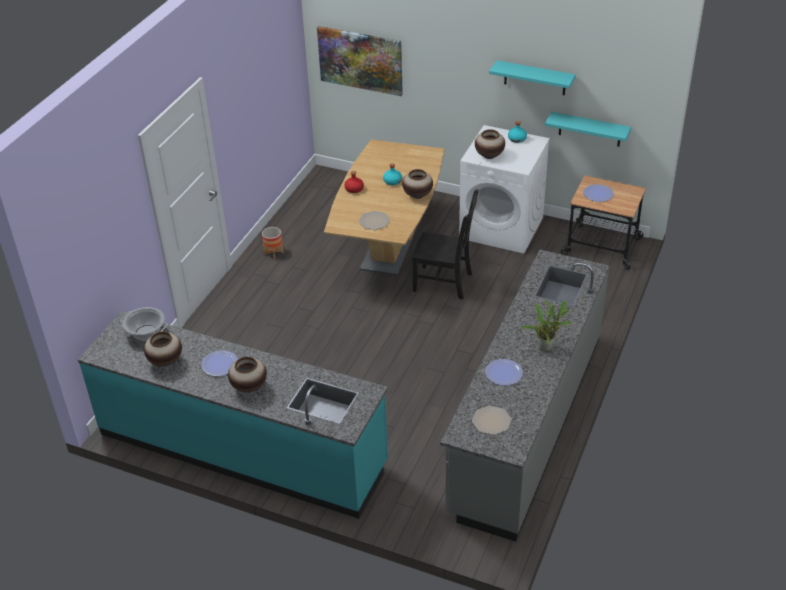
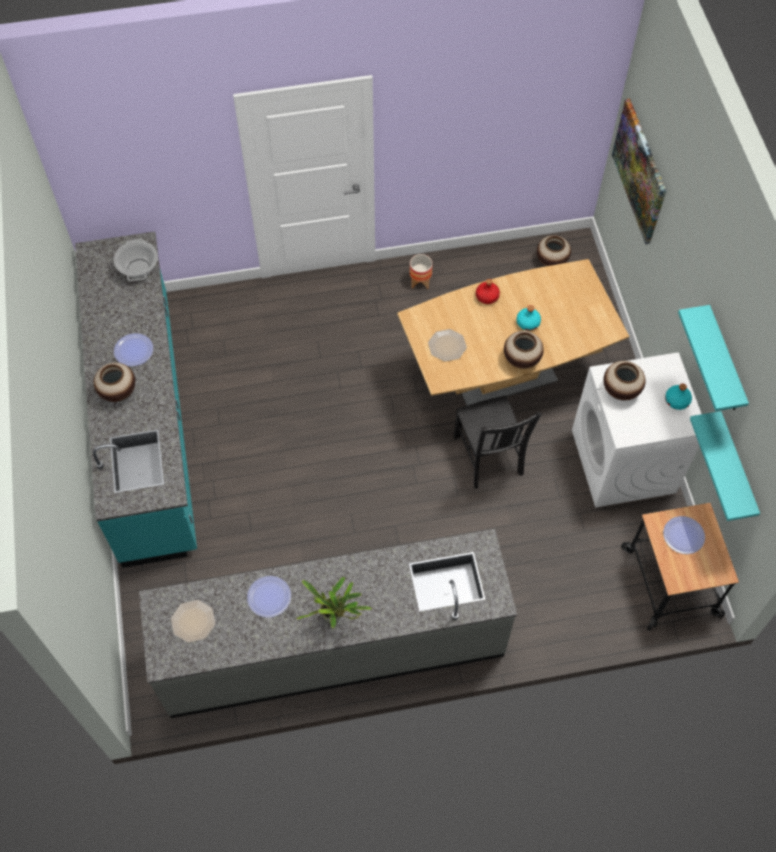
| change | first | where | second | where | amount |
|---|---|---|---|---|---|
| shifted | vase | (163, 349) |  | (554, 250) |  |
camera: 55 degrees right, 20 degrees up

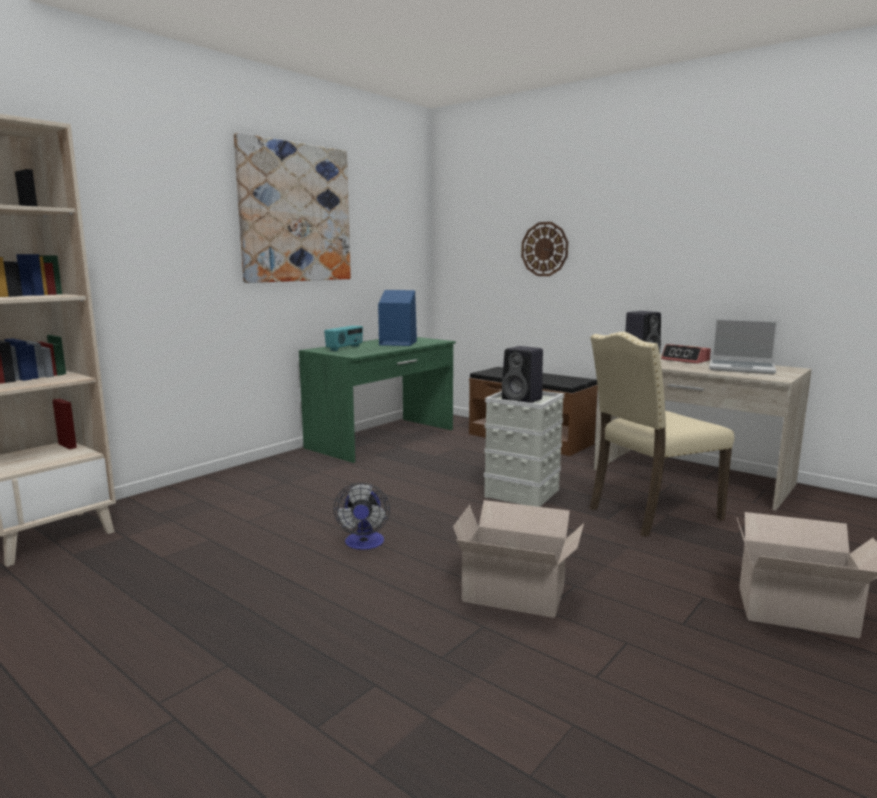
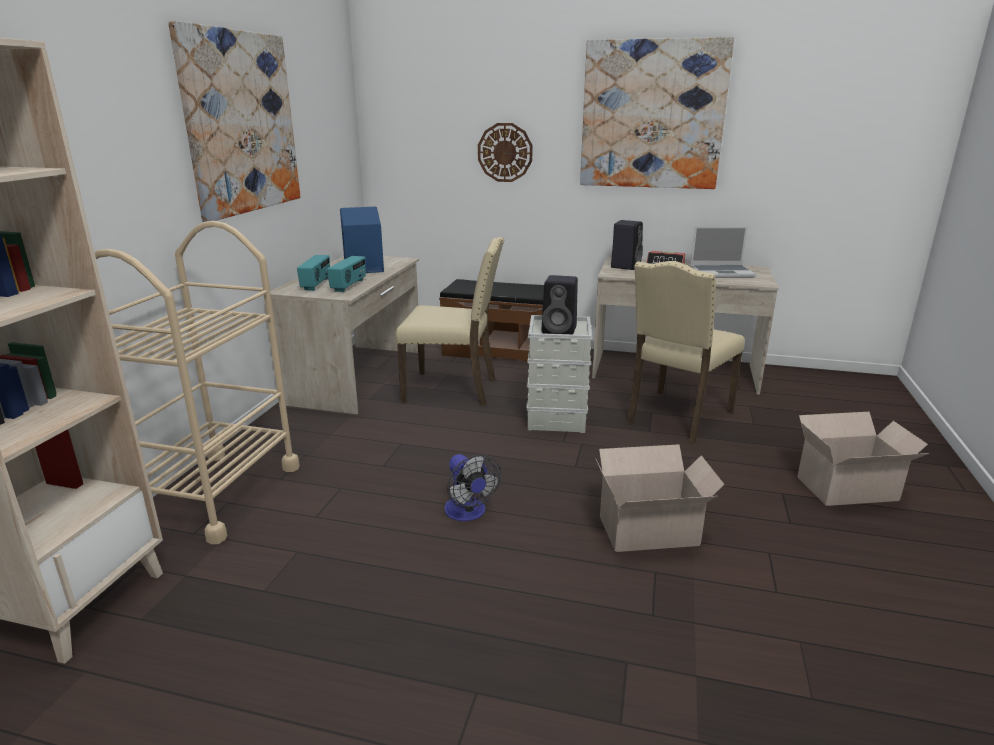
| change | first | where | second | where | amount |
|---|---|---|---|---|---|
| repainted | desk table (green-coloured) | (377, 400) | desk table (beige-coloured) | (344, 335) |  |
| new |  |  | wheeled cart (beige-coloured) | (197, 382) |  |
| new |  |  | radio | (346, 274) |  |
| new |  |  | upright chair (beige-coloured) | (449, 321) |  |
| new |  |  | wall picture | (657, 113) |  |
camera: 25 degrees left, 10 degrees up

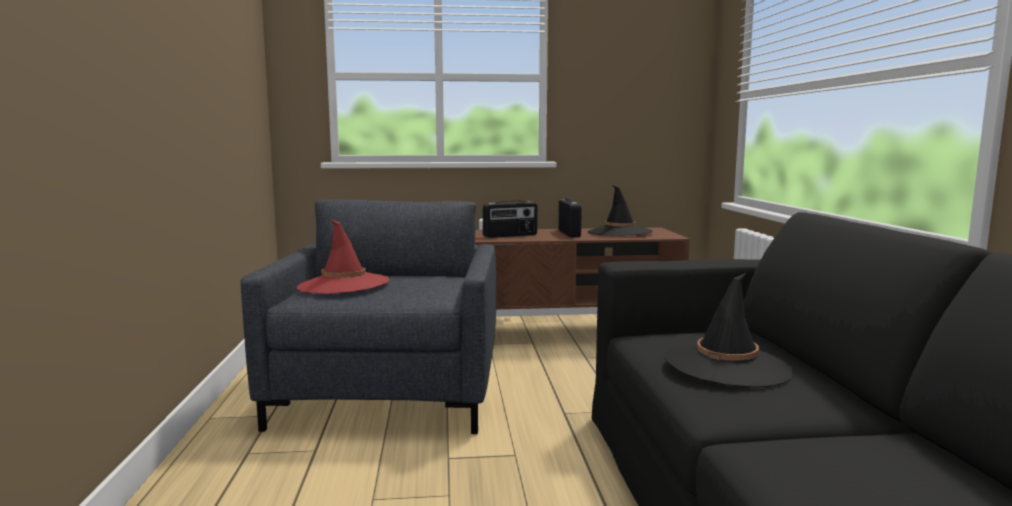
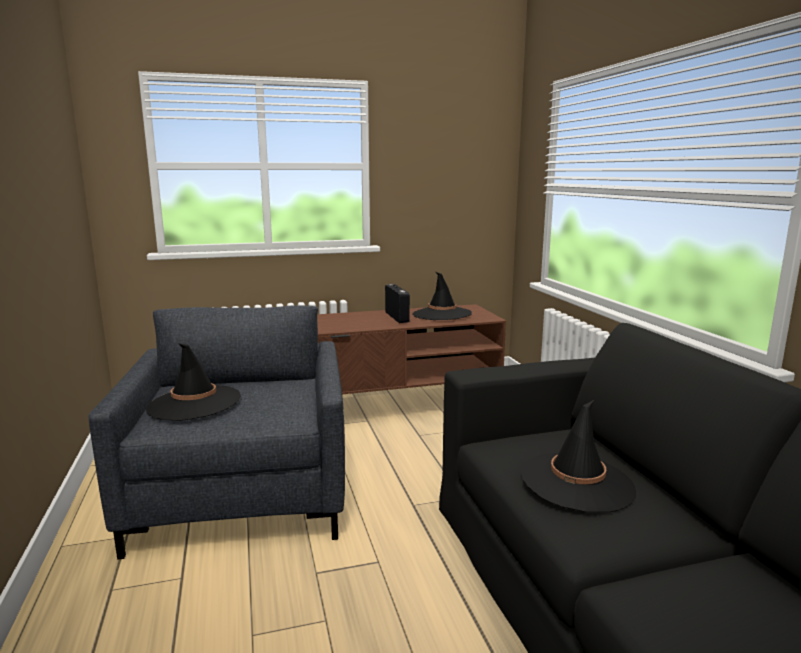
| change | first | where | second | where | amount |
|---|---|---|---|---|---|
| repainted | wearable hat (red) | (343, 257) | wearable hat (blackish) | (193, 382) |  |
| gone | radio | (510, 219) |  |  |  |
camera: 10 degrees left, 5 degrees up

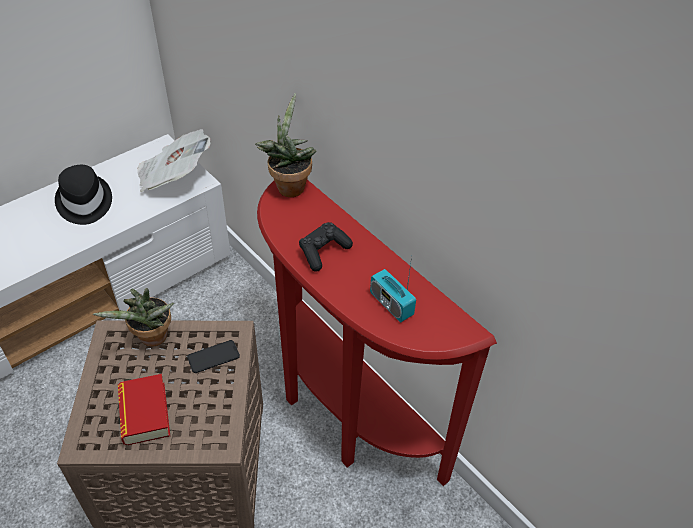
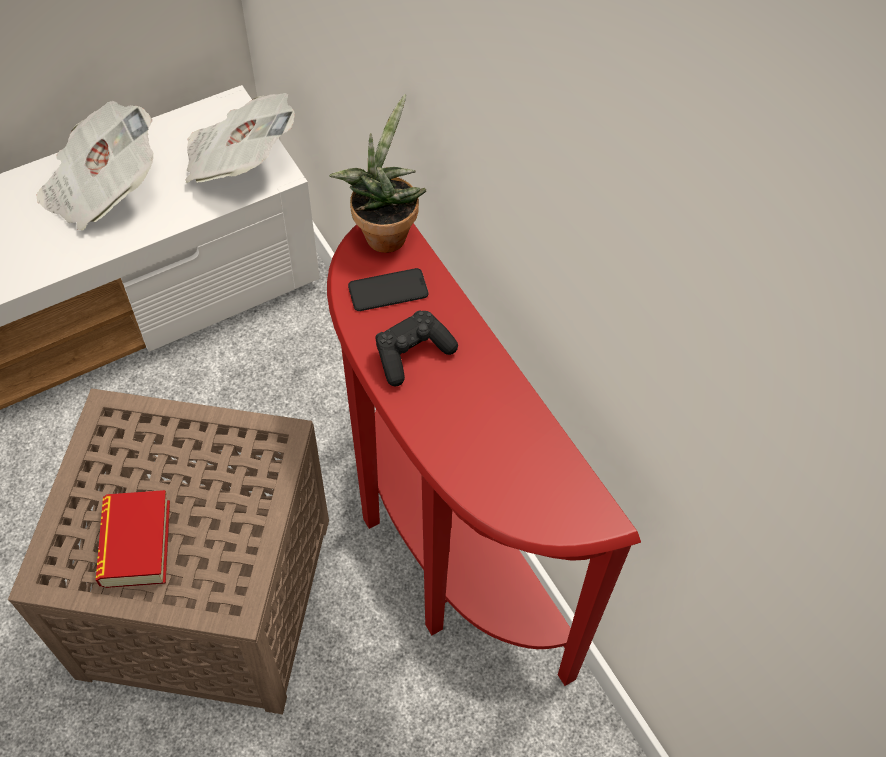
| change | first | where | second | where | amount |
|---|---|---|---|---|---|
| swapped | wearable hat (blackish) | (83, 195) | daily paper | (95, 166) |  |
| gone | houseplant | (133, 317) |  |  |  |
| shifted | handset | (213, 356) |  | (388, 289) |  |
| gone | radio | (393, 289) |  |  |  |
camera: 10 degrees right, 10 degrees up

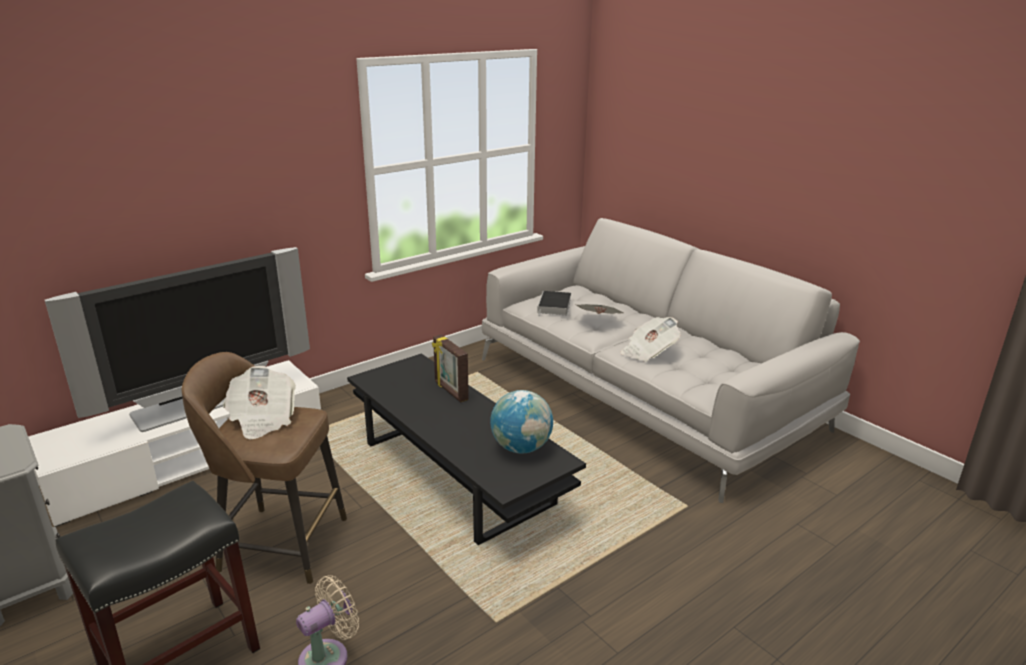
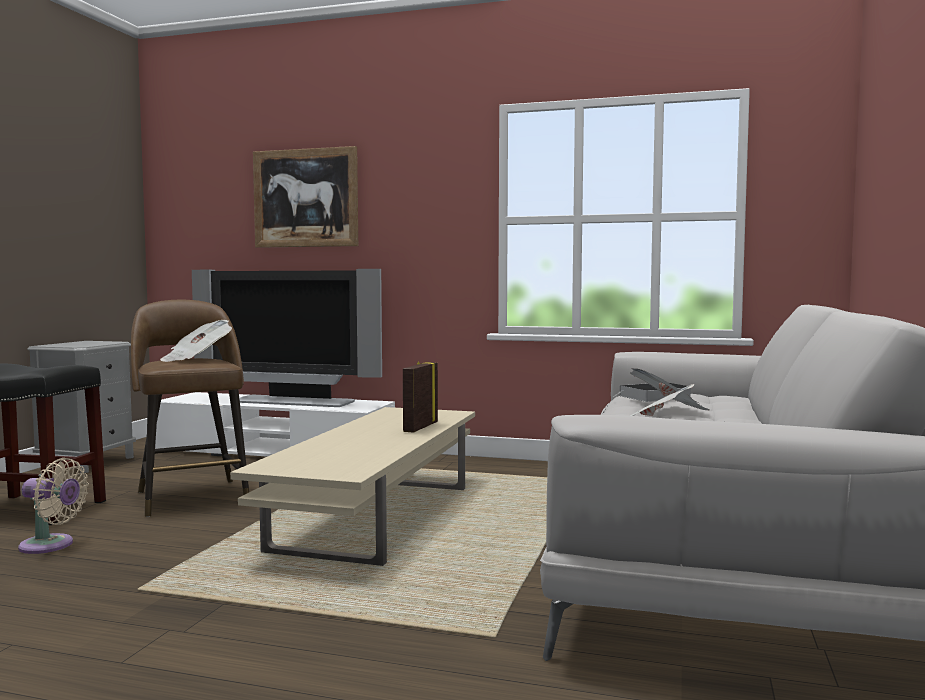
| change | first | where | second | where | amount |
|---|---|---|---|---|---|
| repainted | coffee table (blackish) | (466, 449) | coffee table (beige-coloured) | (352, 486) |  |
| gone | world globe | (521, 421) |  |  |  |
| new |  |  | wall picture | (305, 197) |  |
camera: 55 degrees right, 20 degrees down

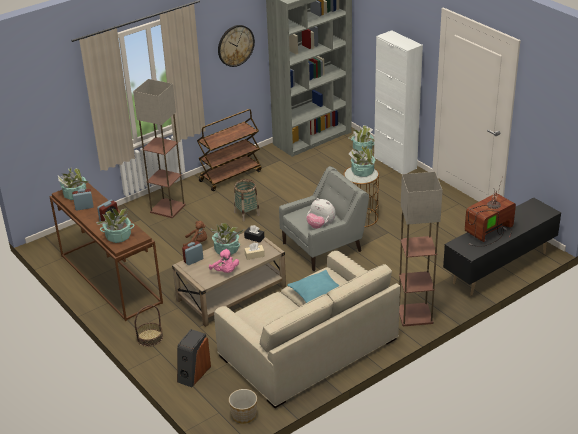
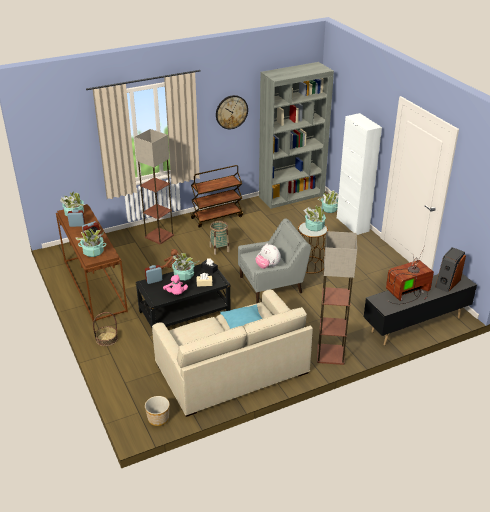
| change | first | where | second | where | amount |
|---|---|---|---|---|---|
| repainted | coffee table (beige-coloured) | (229, 280) | coffee table (blackish) | (183, 299) |  |
| shifted | loudspeaker | (194, 358) |  | (450, 269) |  |
camera: 10 degrees right, 0 degrees up

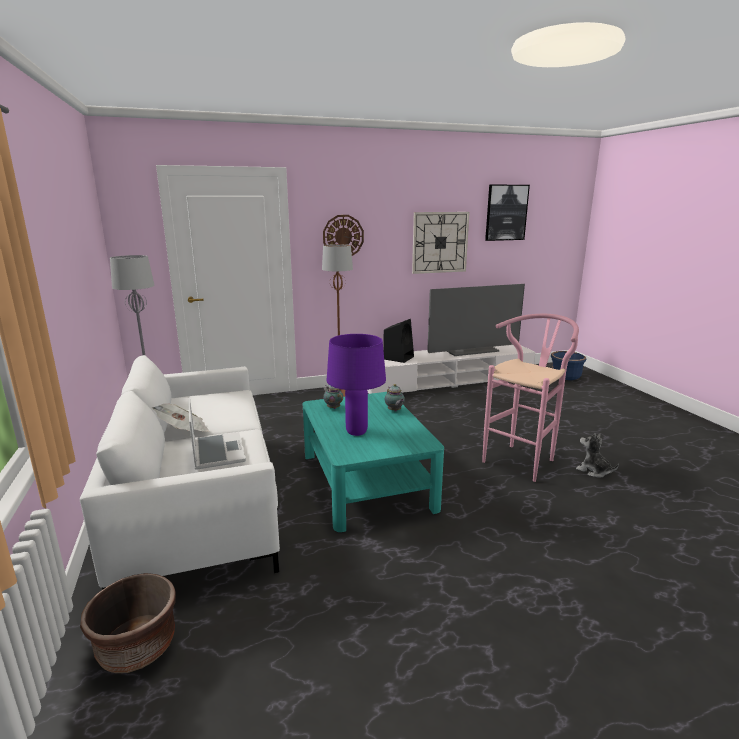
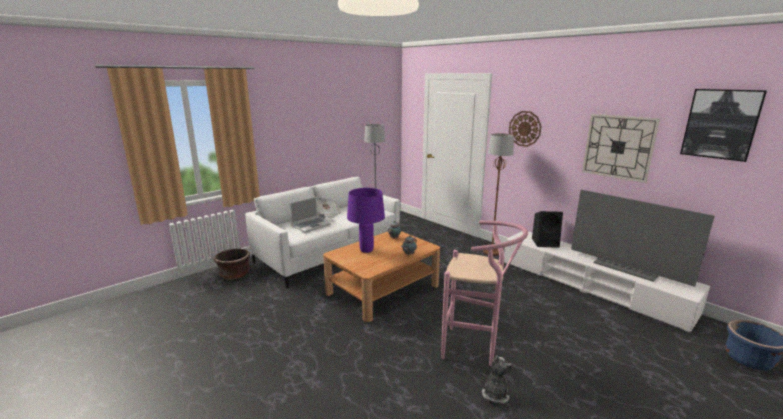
| change | first | where | second | where | amount |
|---|---|---|---|---|---|
| repainted | coffee table (blue-green) | (373, 462) | coffee table (brownish) | (381, 276) |  |
camera: 65 degrees right, 0 degrees up

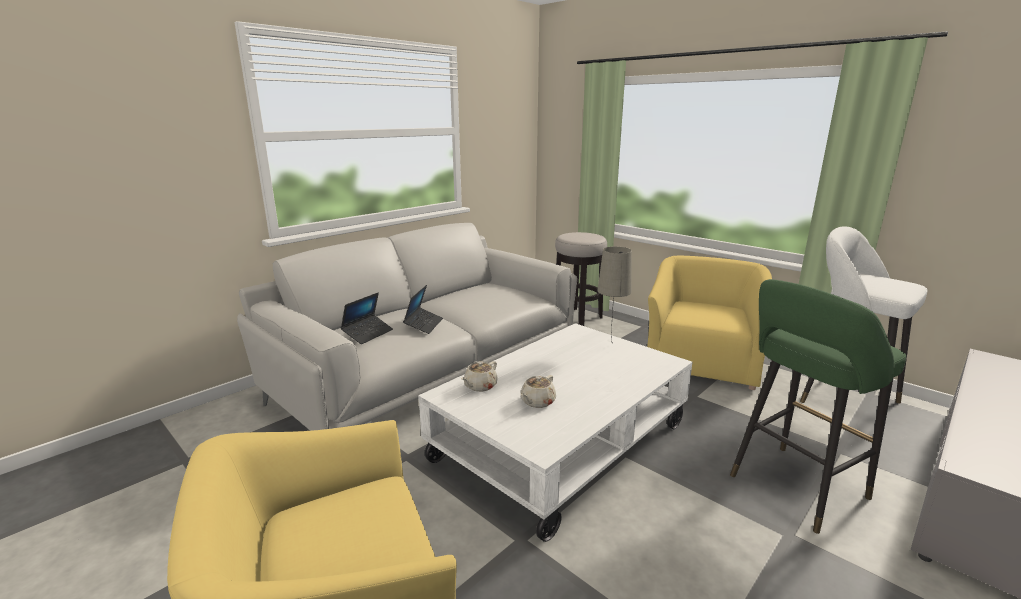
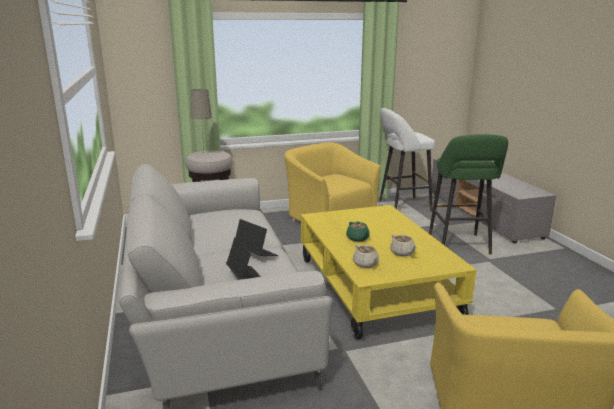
| change | first | where | second | where | amount |
|---|---|---|---|---|---|
| repainted | coffee table (white) | (555, 432) | coffee table (yellow) | (389, 272) |  |
| shifted | table lamp (beige-coloured) | (614, 295) |  | (201, 121) |  |
| new |  |  | tea pot (green-coloured) | (358, 231) |  |
camera: 60 degrees left, 0 degrees up

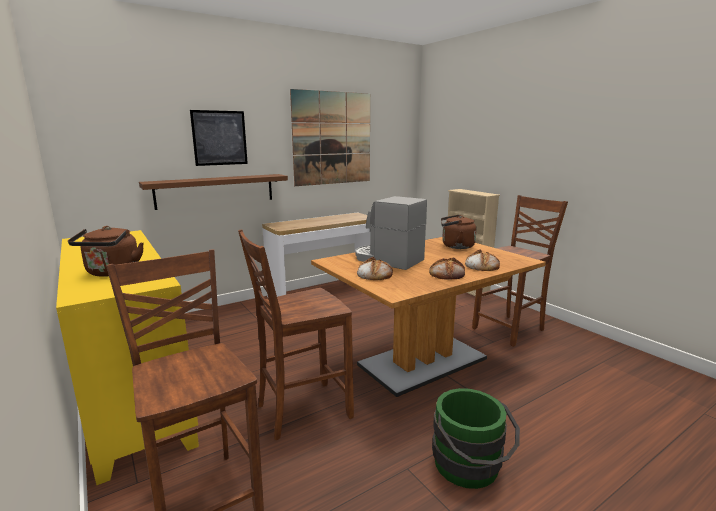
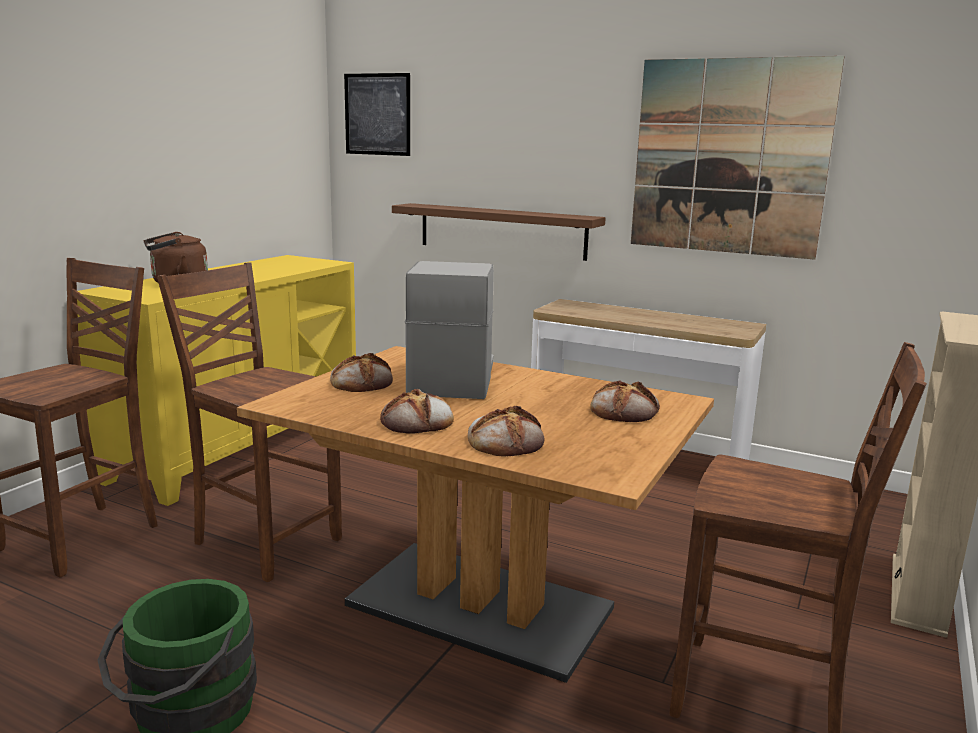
| change | first | where | second | where | amount |
|---|---|---|---|---|---|
| shifted | wall picture | (219, 138) |  | (377, 114) |  |
| swapped | kettle (brownish) | (459, 232) | bread | (625, 401) |  |
camera: 60 degrees right, 0 degrees up

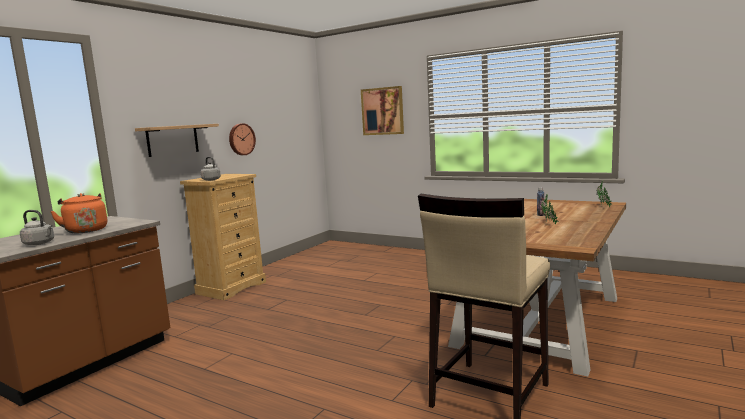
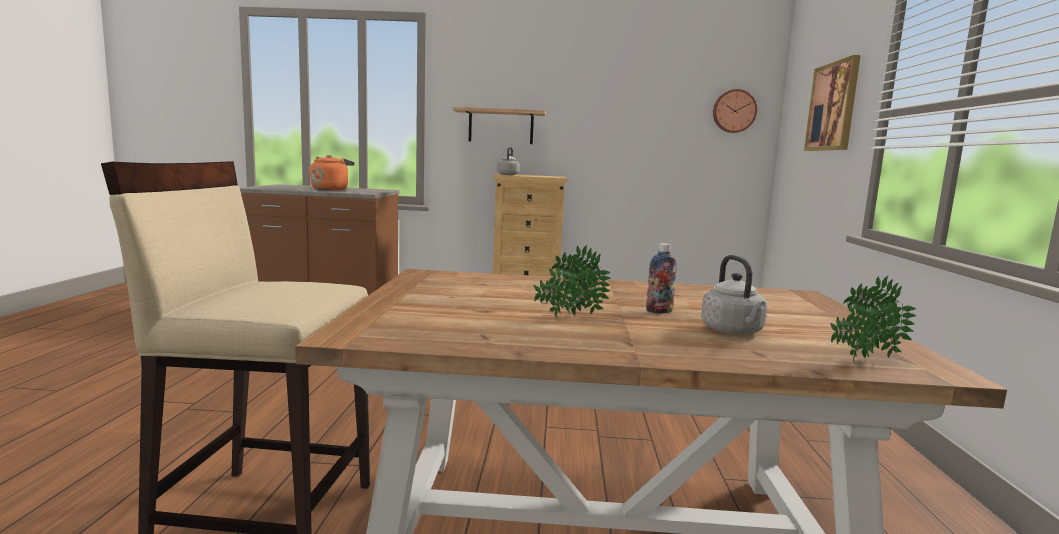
| change | first | where | second | where | amount |
|---|---|---|---|---|---|
| shifted | kettle (gray) | (37, 227) |  | (734, 295) |  |
| shifted | wall clock | (242, 139) |  | (735, 111) |  |
camera: 60 degrees right, 0 degrees up

